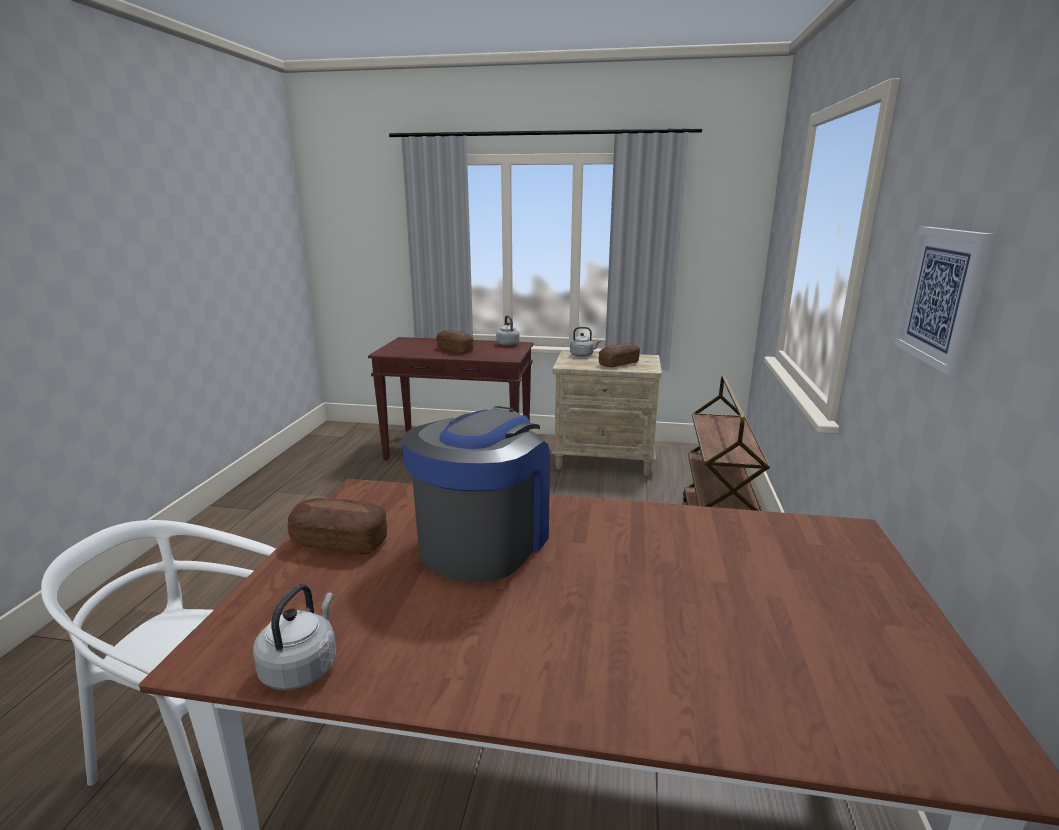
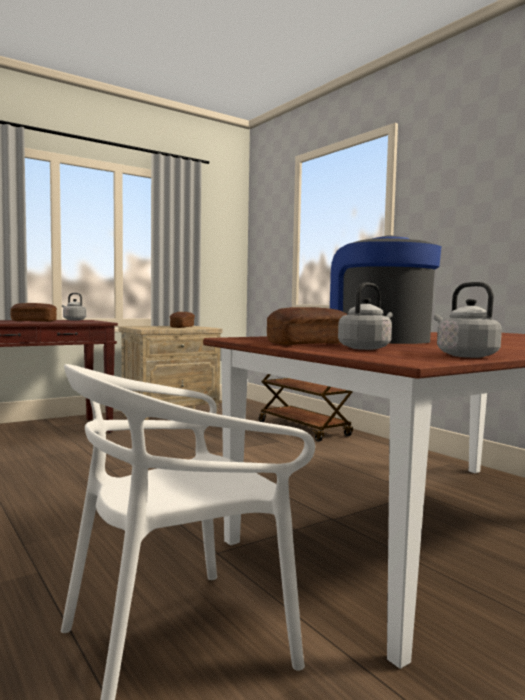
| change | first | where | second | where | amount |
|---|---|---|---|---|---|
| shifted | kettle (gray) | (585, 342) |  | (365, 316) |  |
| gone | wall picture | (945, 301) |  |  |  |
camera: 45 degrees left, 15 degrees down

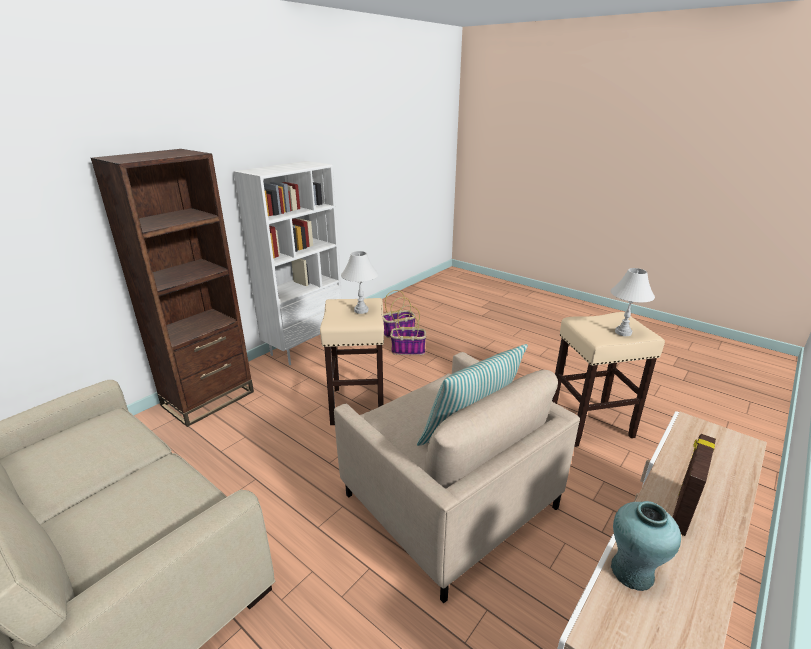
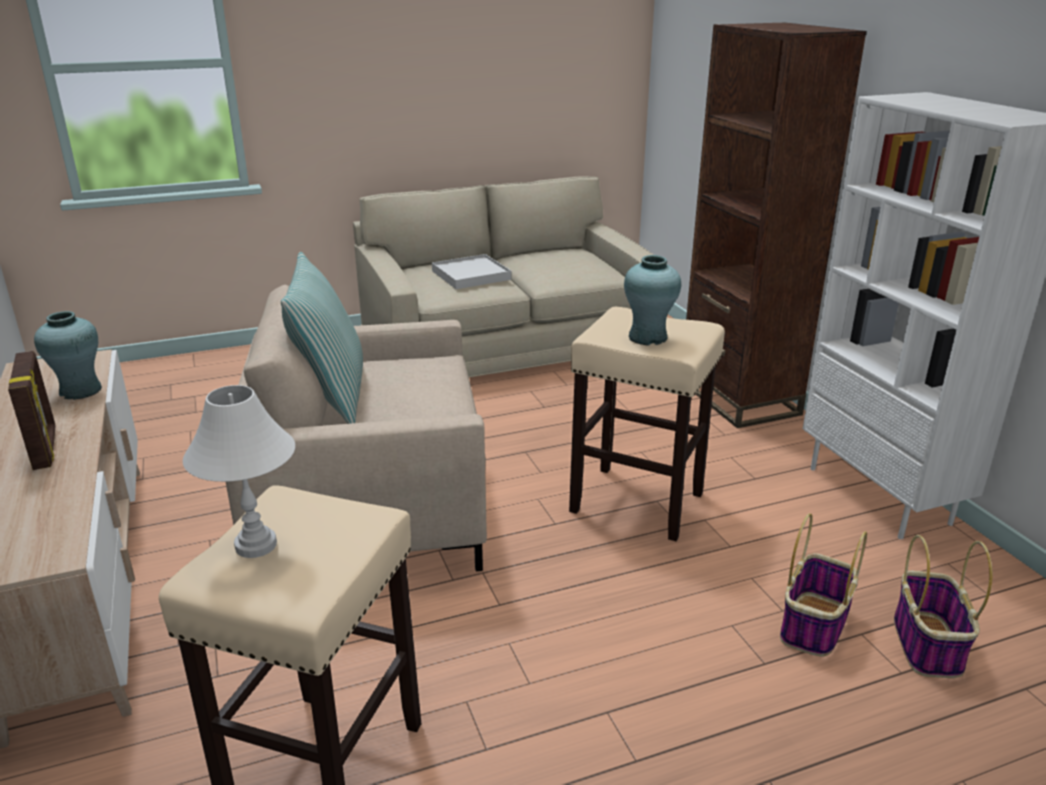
| change | first | where | second | where | amount |
|---|---|---|---|---|---|
| swapped | table lamp (white) | (359, 282) | vase (blue-green) | (652, 300) |  |
| new |  |  | tray (white) | (472, 271) |  |
camera: 120 degrees right, 0 degrees up

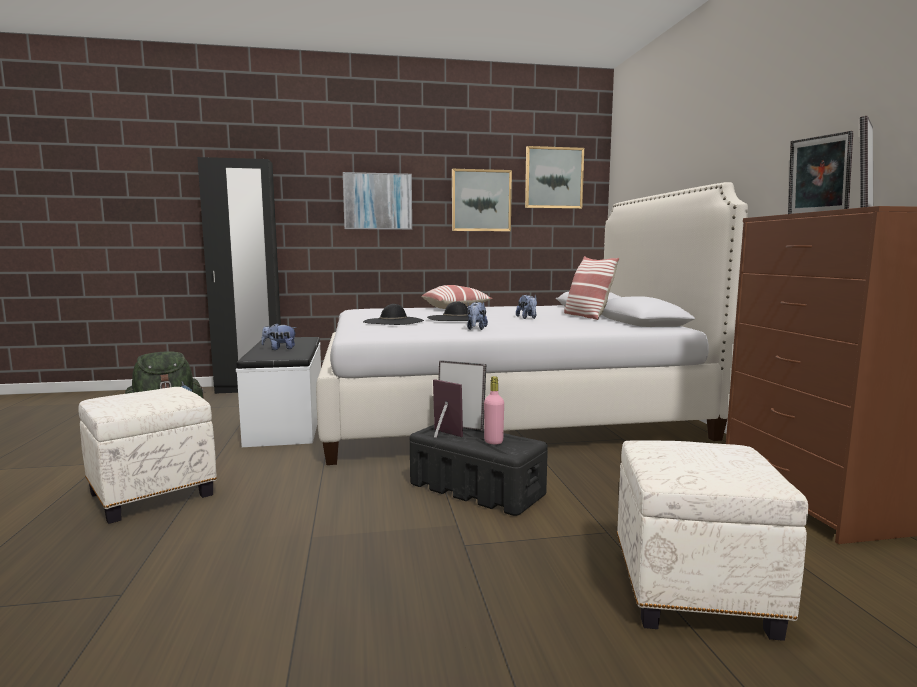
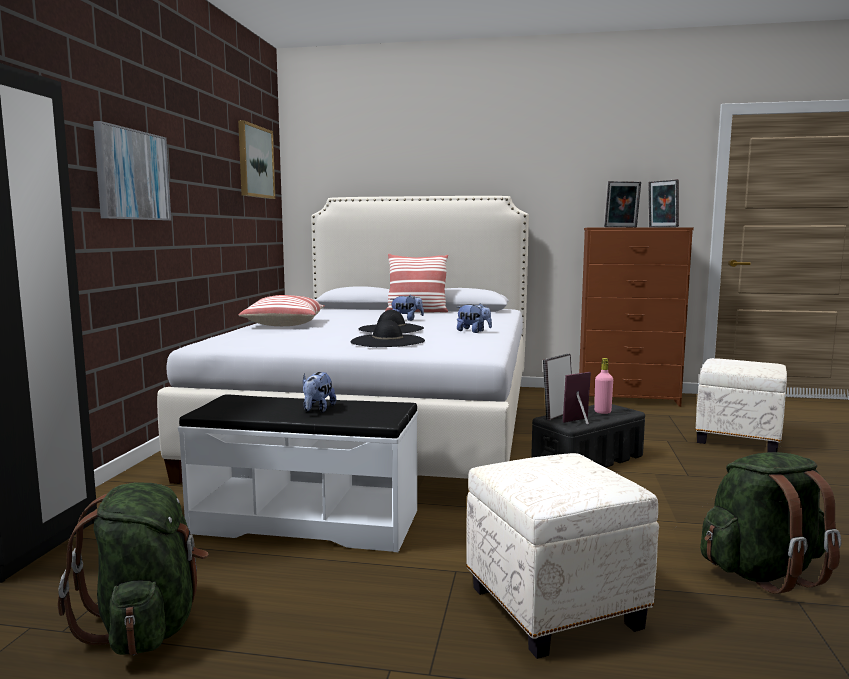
| change | first | where | second | where | amount |
|---|---|---|---|---|---|
| gone | wall picture | (482, 200) |  |  |  |
| new |  |  | rucksack (green-coloured) | (770, 523) |  |
camera: 70 degrees left, 0 degrees up

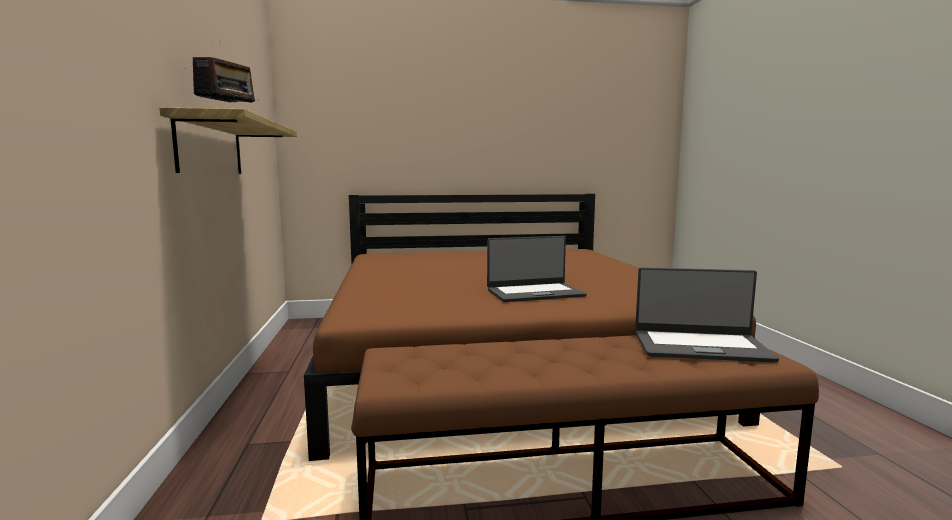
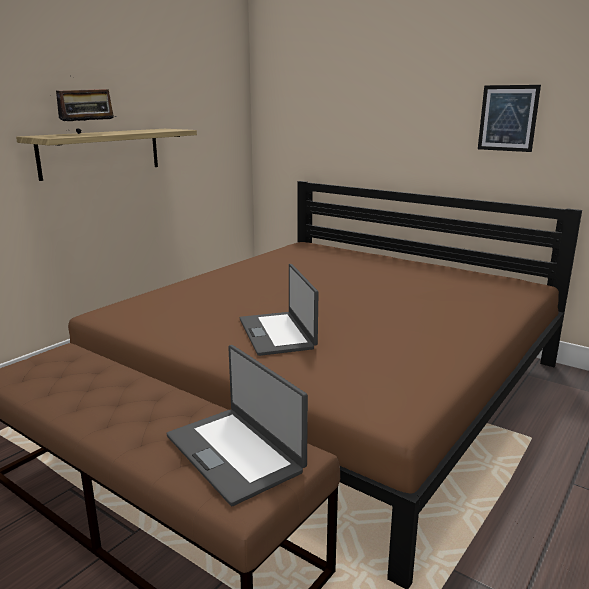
| change | first | where | second | where | amount |
|---|---|---|---|---|---|
| rotated | portable computer | (537, 269) |  | (279, 310) | 45 degrees clockwise |
| new |  |  | wall picture | (509, 118) |  |
camera: 45 degrees right, 10 degrees up

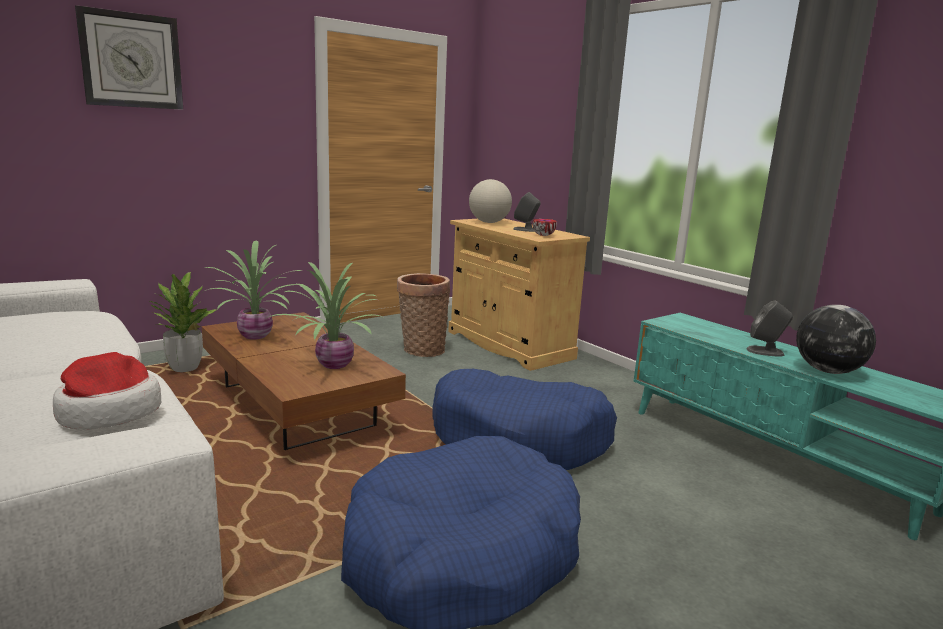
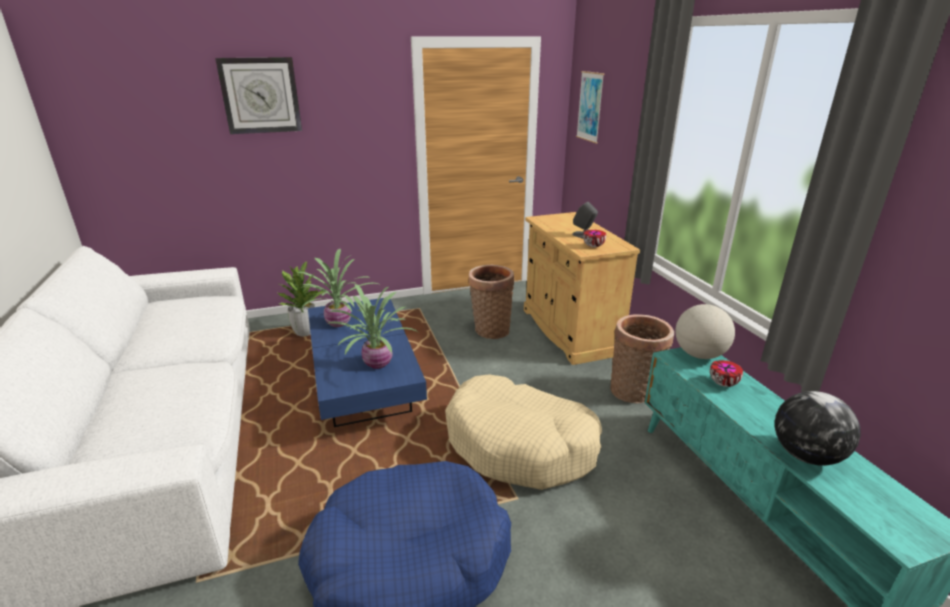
| change | first | where | second | where | amount |
|---|---|---|---|---|---|
| gone | wearable hat | (107, 391) |  |  |  |
| repainted | coffee table (brownish) | (304, 381) | coffee table (blue-coloured) | (367, 362) |  |
| repainted | dog cushion (blue-coloured) | (525, 419) | dog cushion (beige-coloured) | (523, 432) |  |
| shifted | world globe | (490, 201) |  | (705, 331) |  |
| gone | loudspeaker (gray) | (769, 329) |  |  |  |
| new |  |  | wall picture | (590, 107) |  |
| new |  |  | basket | (642, 359) |  |
| new |  |  | deep dish | (726, 373) |  |
camera: 20 degrees right, 10 degrees up

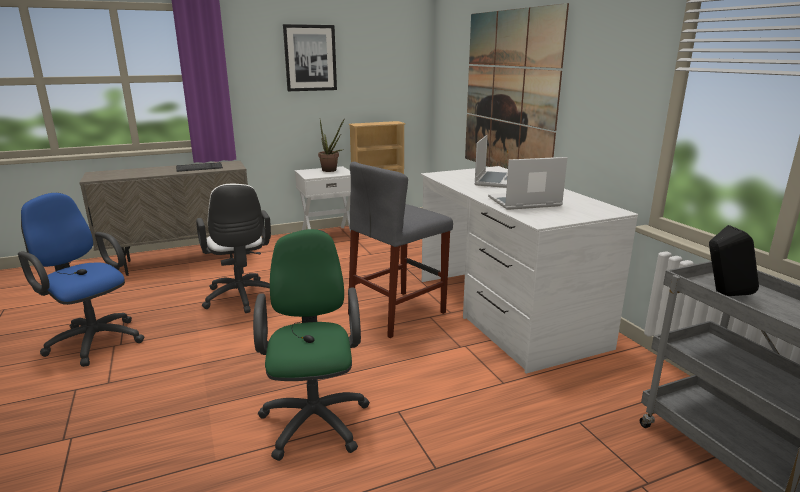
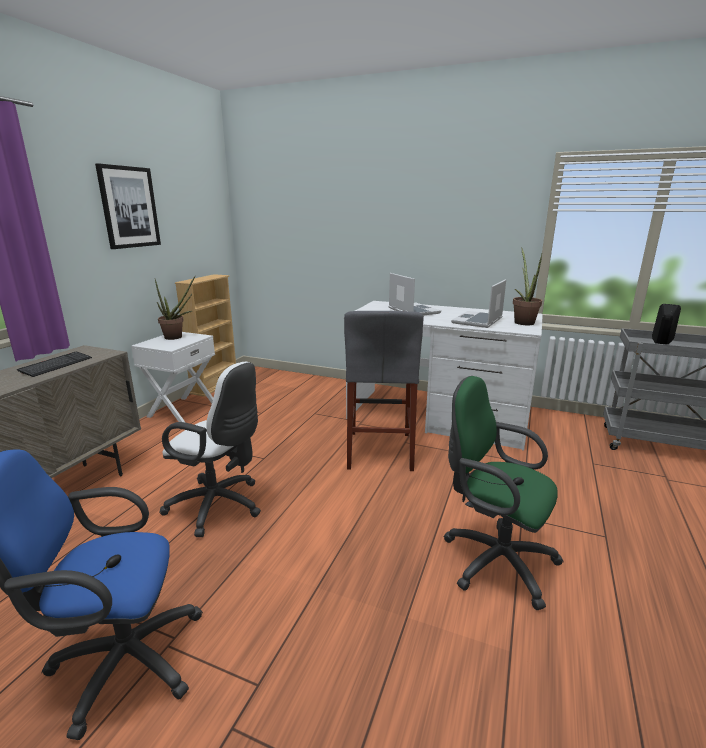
| change | first | where | second | where | amount |
|---|---|---|---|---|---|
| gone | wall picture | (517, 86) |  |  |  |
| new |  |  | houseplant | (527, 286) |  |
camera: 45 degrees left, 0 degrees up

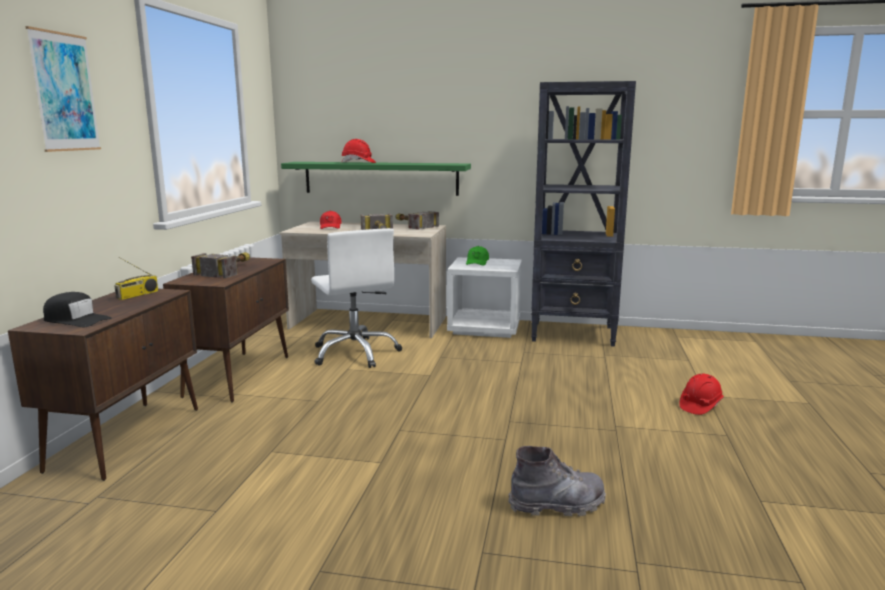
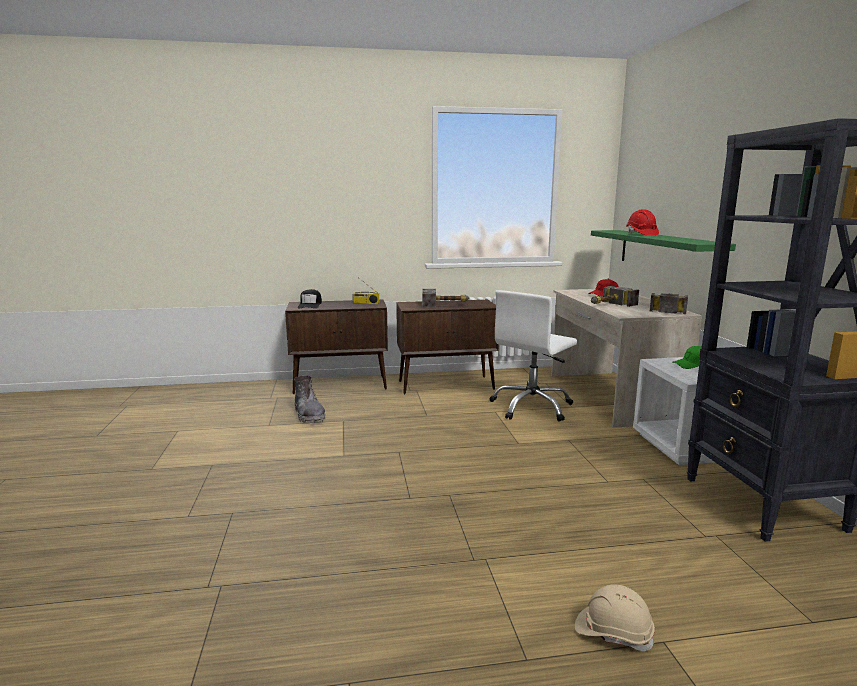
| change | first | where | second | where | amount |
|---|---|---|---|---|---|
| gone | wall picture | (63, 89) |  |  |  |
| shifted | high-top boot (gray) | (557, 481) |  | (310, 399) |  |
| repainted | hard hat (red) | (701, 394) | hard hat (beige-coloured) | (615, 617) |  |
camera: 70 degrees right, 0 degrees up

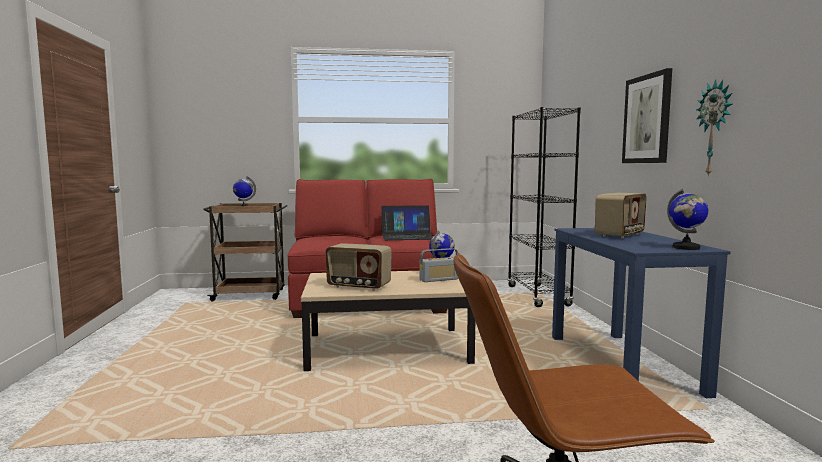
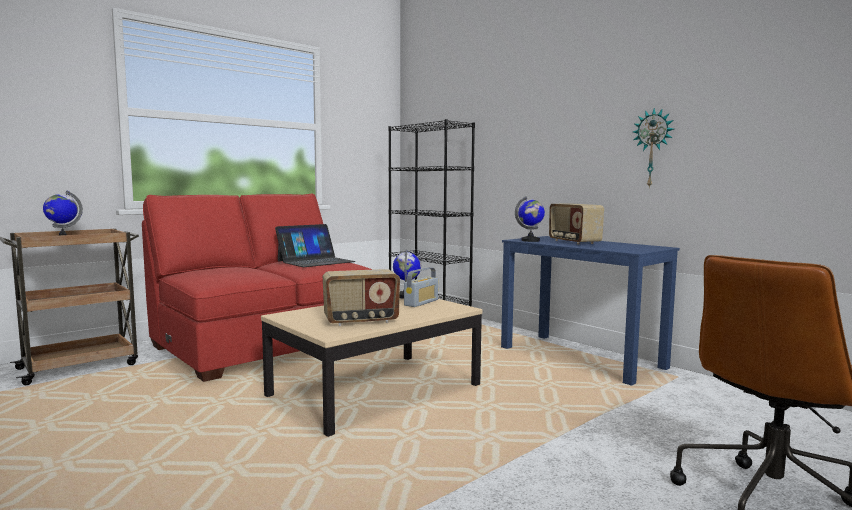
| change | first | where | second | where | amount |
|---|---|---|---|---|---|
| rotated | radio | (621, 216) |  | (576, 224) | 150 degrees clockwise |
| gone | wall picture | (647, 115) |  |  |  |
| shifted | world globe | (687, 219) |  | (530, 219) |  |
camera: 35 degrees left, 0 degrees up

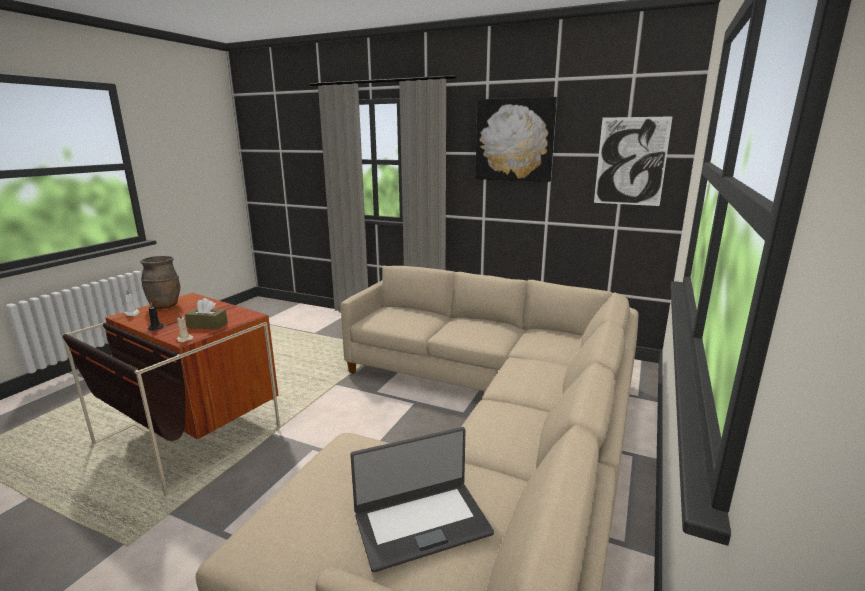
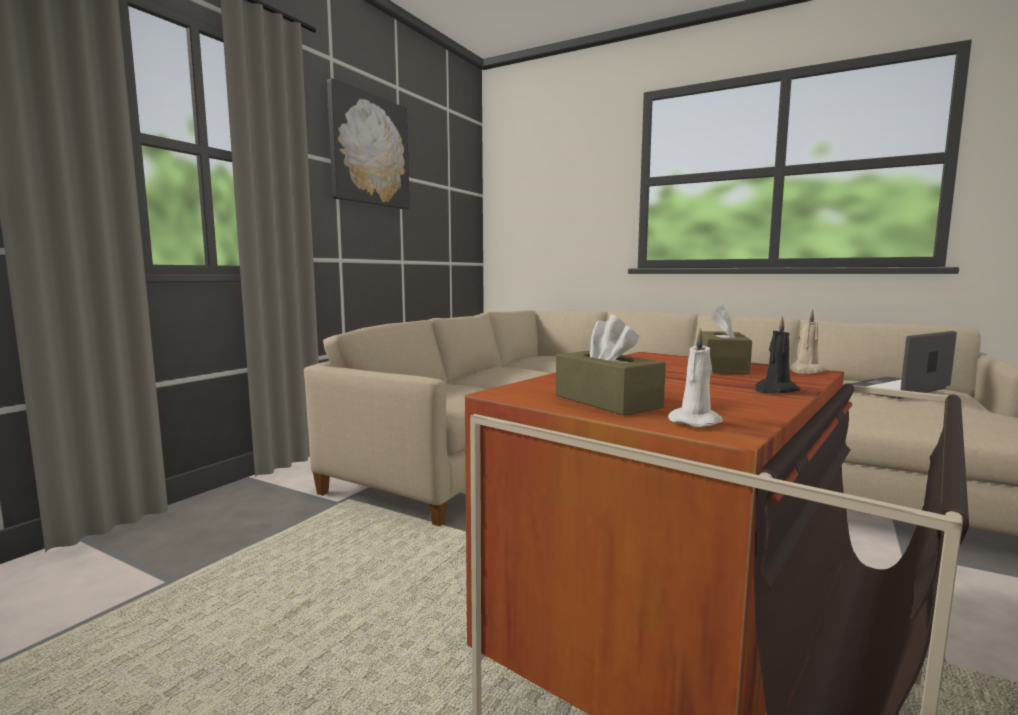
| change | first | where | second | where | amount |
|---|---|---|---|---|---|
| swapped | vase (brownish) | (160, 282) | box of tissues (brownish) | (611, 365) |  |
| rotated | portable computer | (422, 499) |  | (903, 365) | 105 degrees counterclockwise |
| gone | wall picture | (633, 161) |  |  |  |
camera: 85 degrees left, 10 degrees down

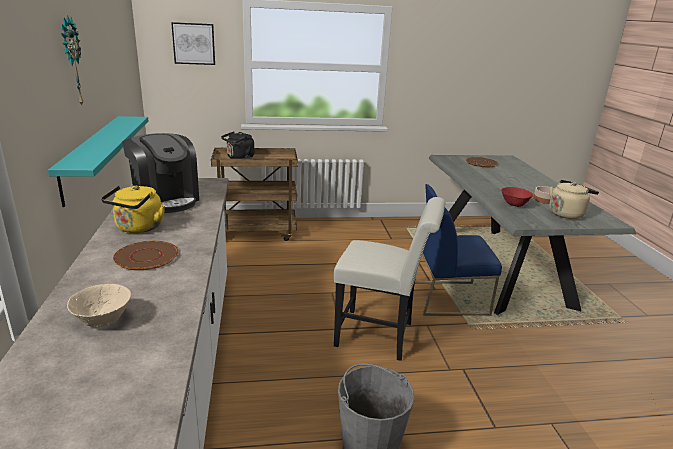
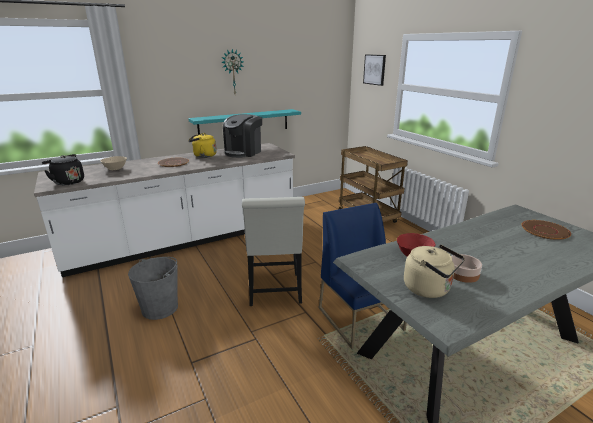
| change | first | where | second | where | amount |
|---|---|---|---|---|---|
| shifted | kettle (blackish) | (237, 145) |  | (63, 169) |  |
camera: 70 degrees right, 0 degrees up

